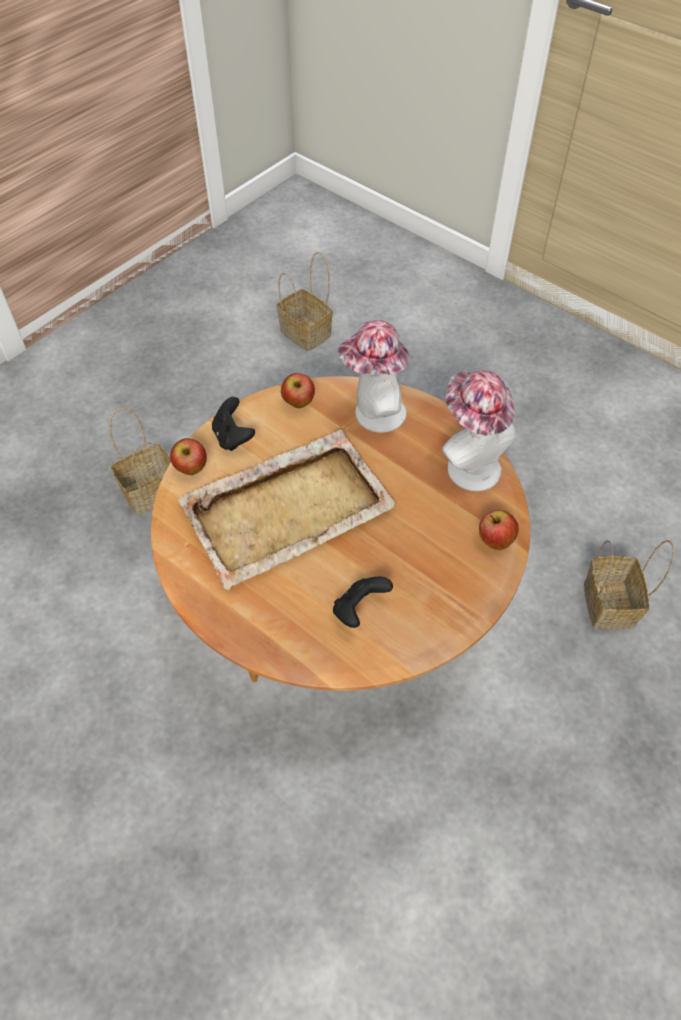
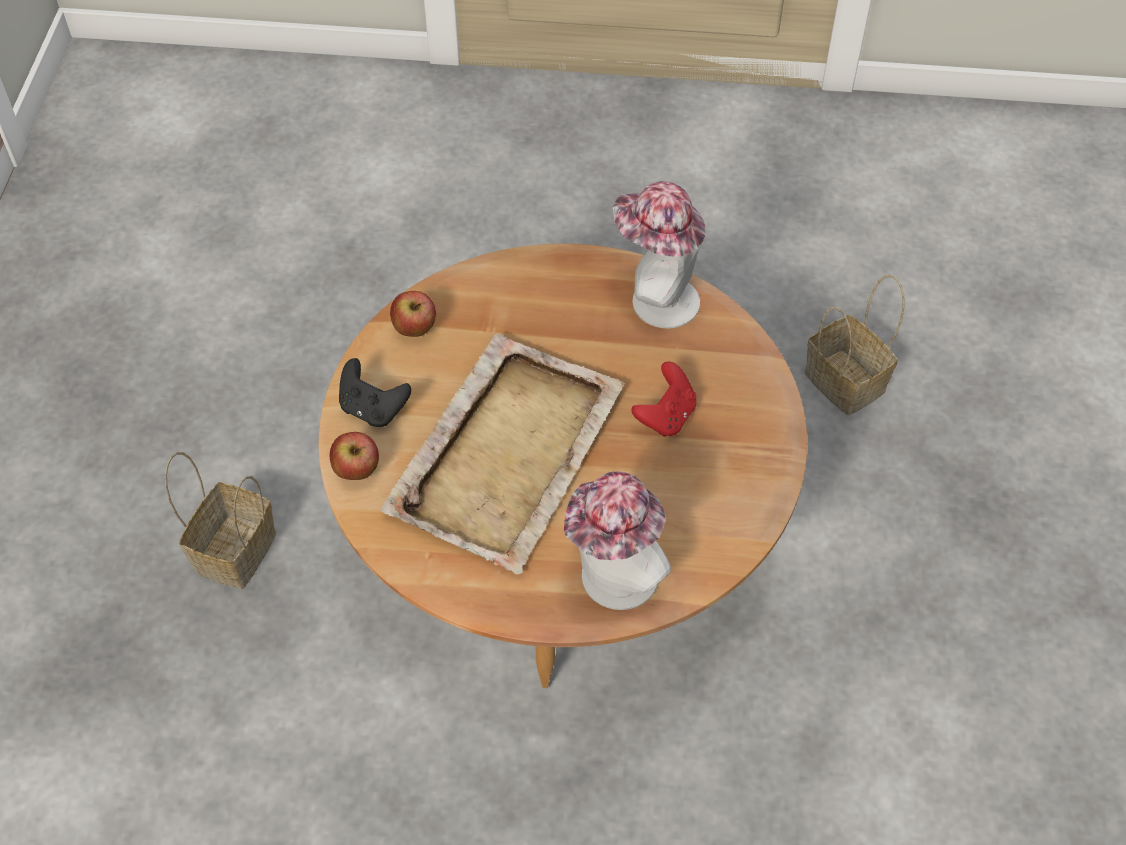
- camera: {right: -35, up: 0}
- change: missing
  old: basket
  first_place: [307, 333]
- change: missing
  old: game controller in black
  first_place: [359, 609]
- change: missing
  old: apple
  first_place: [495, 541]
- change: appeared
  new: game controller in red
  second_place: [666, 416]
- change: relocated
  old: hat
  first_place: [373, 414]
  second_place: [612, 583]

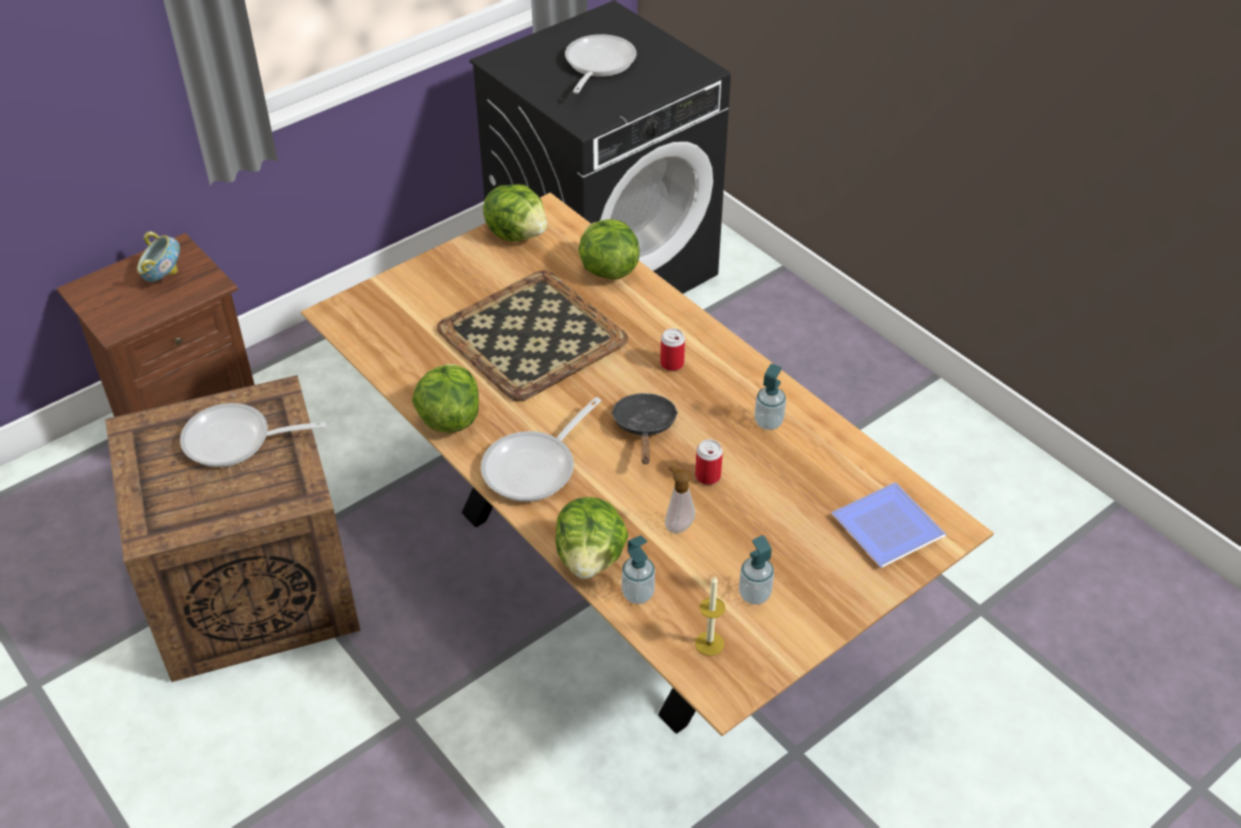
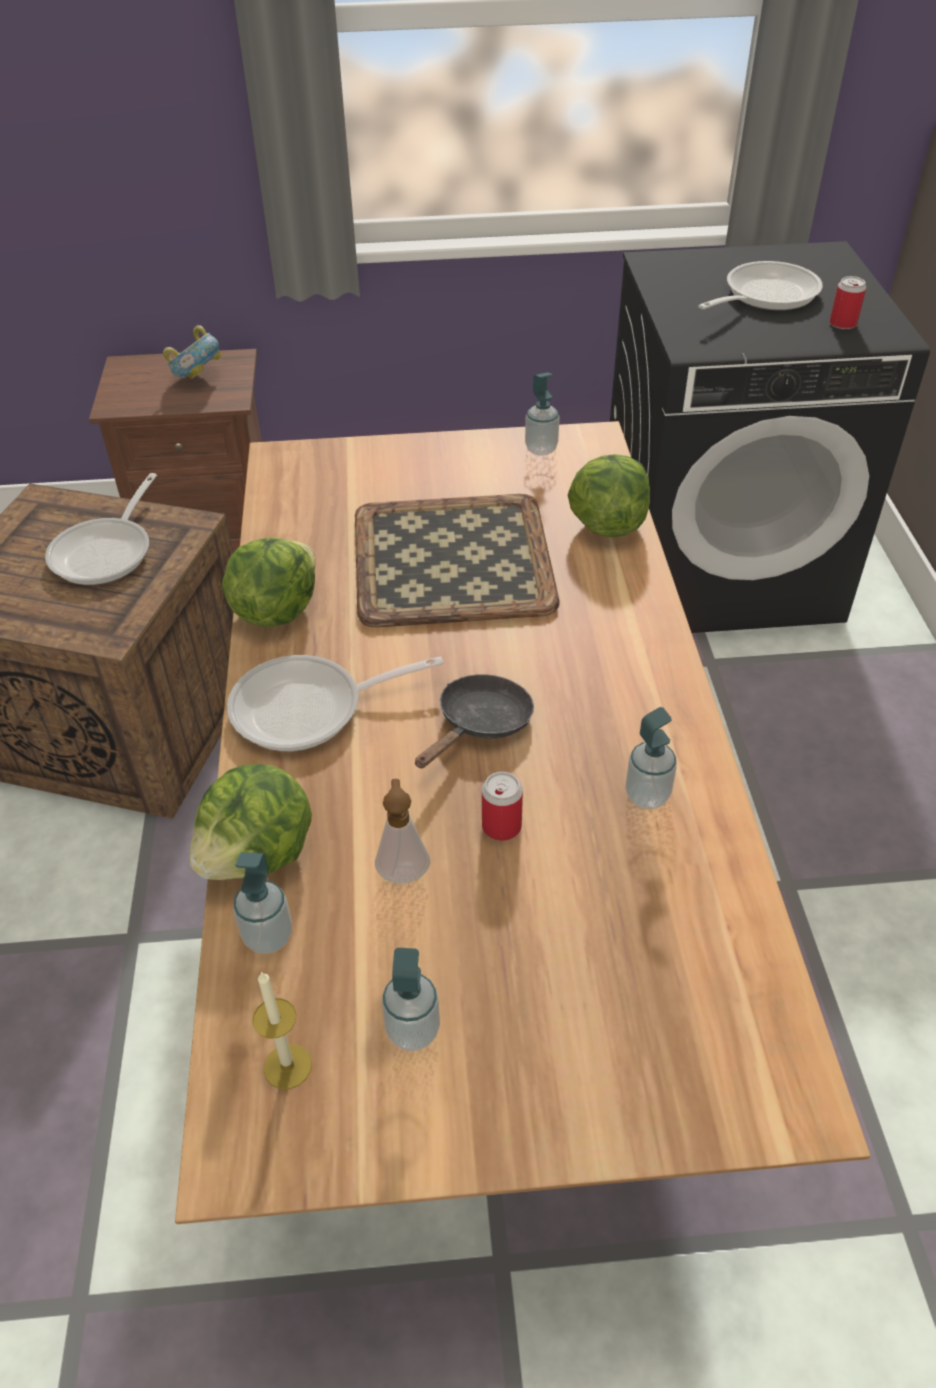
- camera: {right: 35, up: 0}
- change: missing
  old: plate
  first_place: [888, 524]
- change: relocated
  old: can
  first_place: [672, 364]
  second_place: [842, 324]
- change: exchanged
  old: lettuce
  new: soap dispenser
  first_place: [517, 233]
  second_place: [541, 449]
- change: spun
  old: frying pan
  first_place: [235, 441]
  second_place: [107, 552]
  degrees: -105

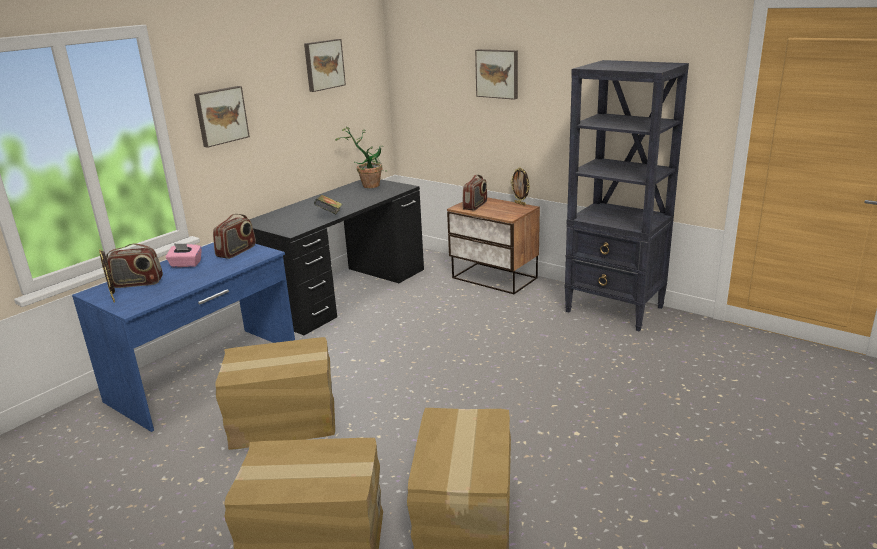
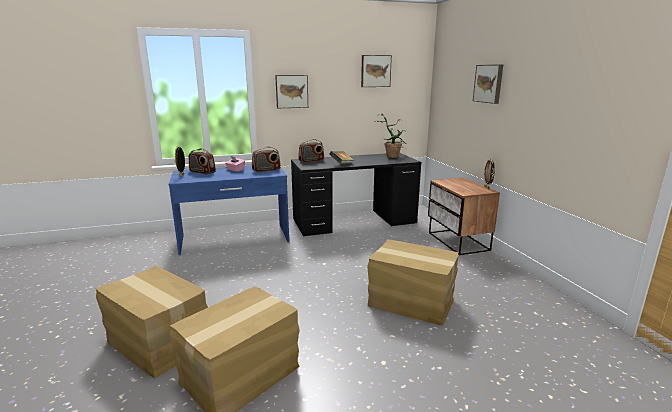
- camera: {right: 35, up: -5}
- change: missing
  old: bookcase in black
  first_place: [615, 310]
- change: relocated
  old: cardboard box
  first_place: [283, 421]
  second_place: [410, 302]
- change: relocated
  old: radio
  first_place: [475, 206]
  second_place: [311, 161]

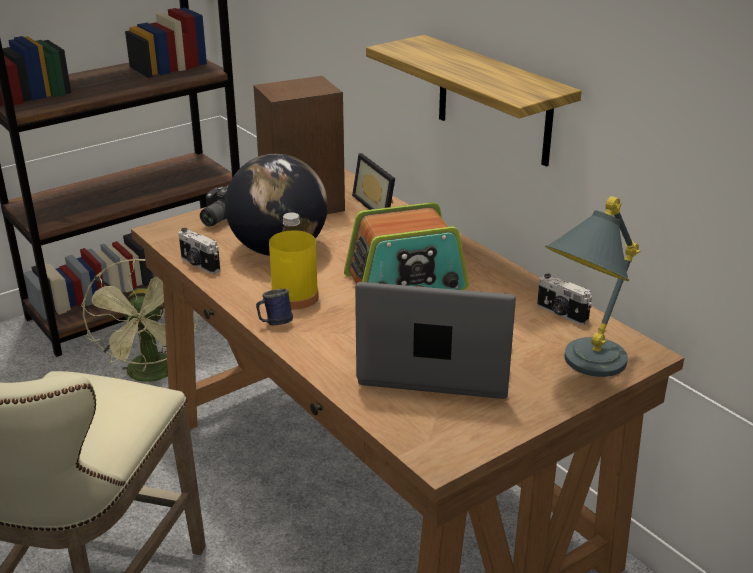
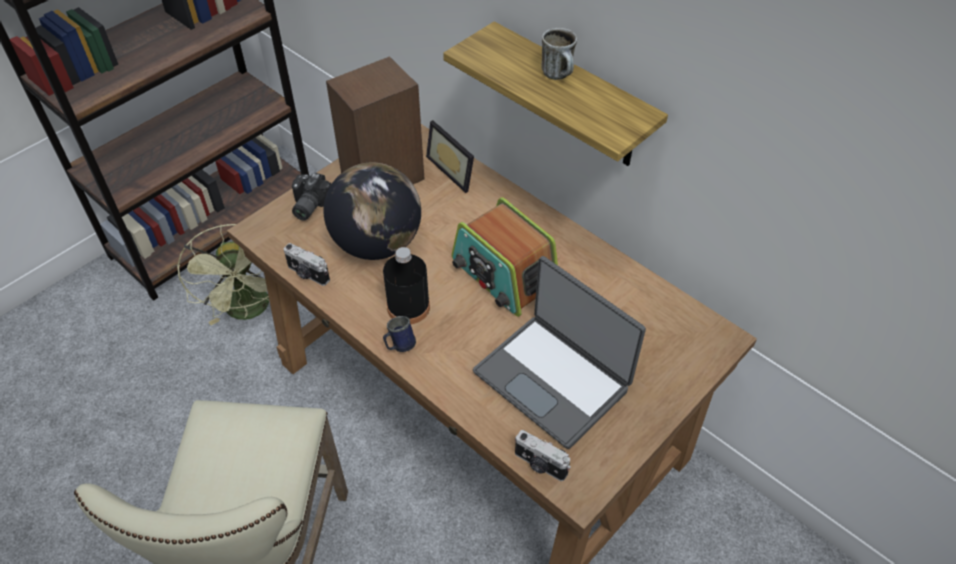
- camera: {right: -10, up: 20}
- change: missing
  old: table lamp in grey
  first_place: [581, 368]
- change: appeared
  new: mug
  second_place: [560, 76]
- change: relocated
  old: photo camera
  first_place: [561, 314]
  second_place: [540, 465]
- change: colour
  old: bottle in yellow
  new: bottle in black
  first_place: [295, 297]
  second_place: [408, 307]
- change: spun
  old: radio
  first_place: [406, 283]
  second_place: [503, 274]
  degrees: 75
- change: spun
  old: laptop
  first_place: [436, 365]
  second_place: [553, 379]
  degrees: -135

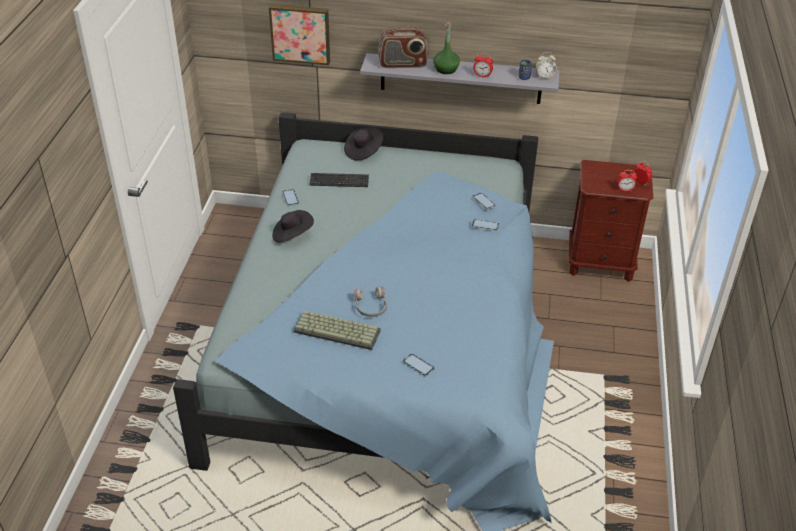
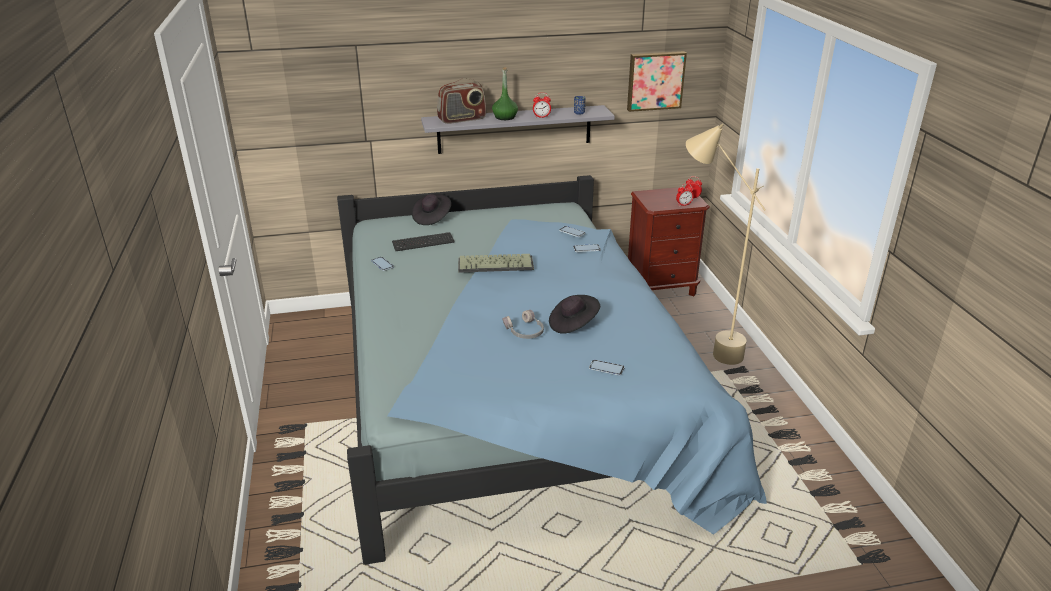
- camera: {right: -20, up: -10}
- change: missing
  old: alarm clock
  first_place: [544, 76]
- change: appeared
  new: floor lamp in beige
  second_place: [704, 347]
- change: relocated
  old: picture
  first_place: [300, 33]
  second_place: [655, 80]
- change: relocated
  old: hat in black
  first_place: [292, 235]
  second_place: [573, 324]
- change: relocated
  old: keyboard
  first_place: [338, 330]
  second_place: [496, 264]

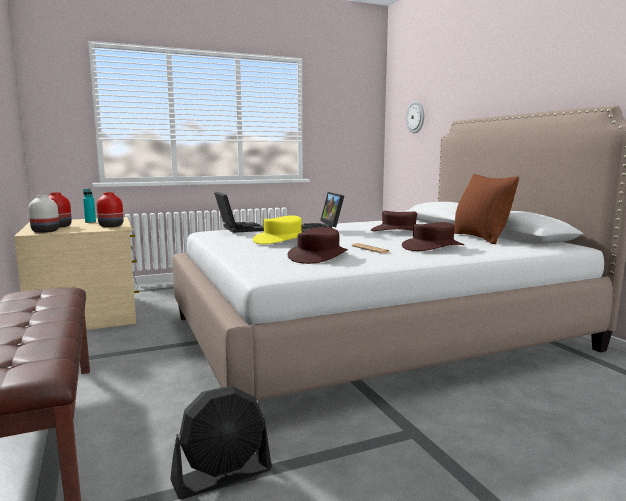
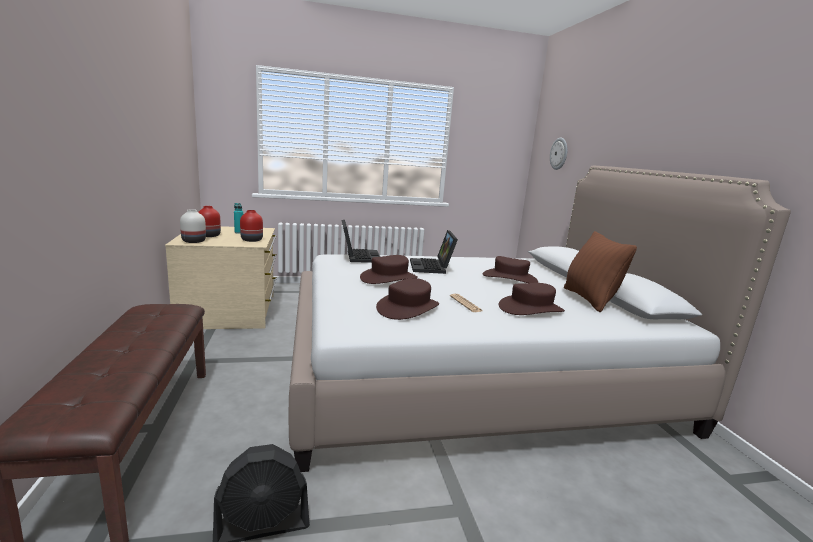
- camera: {right: 10, up: 5}
- change: colour
  old: hat in yellow
  new: hat in brown
  first_place: [282, 239]
  second_place: [389, 278]

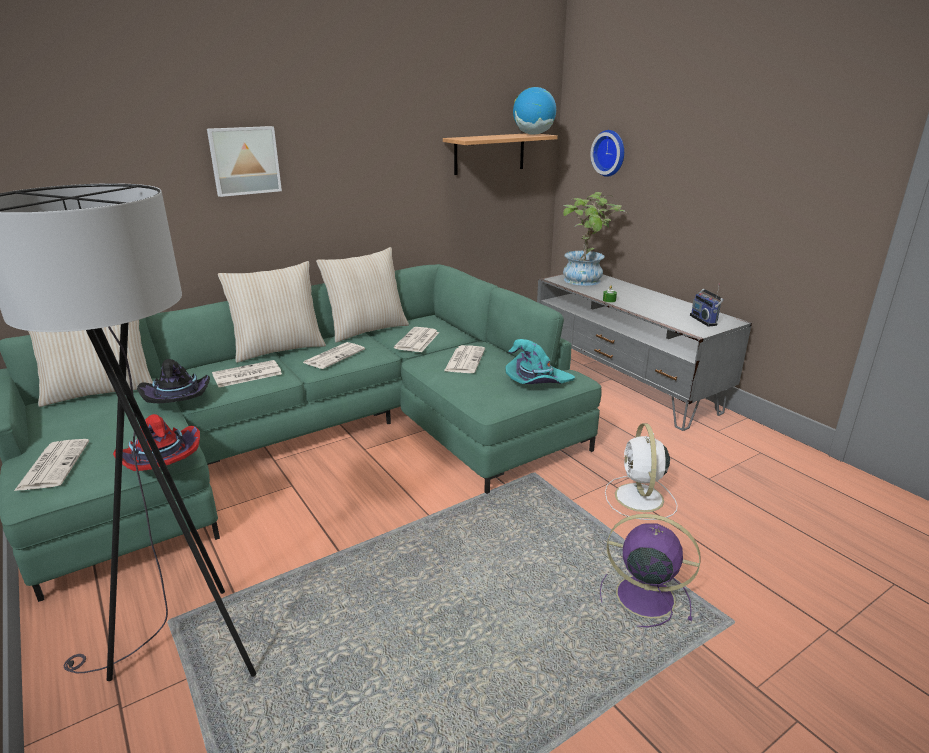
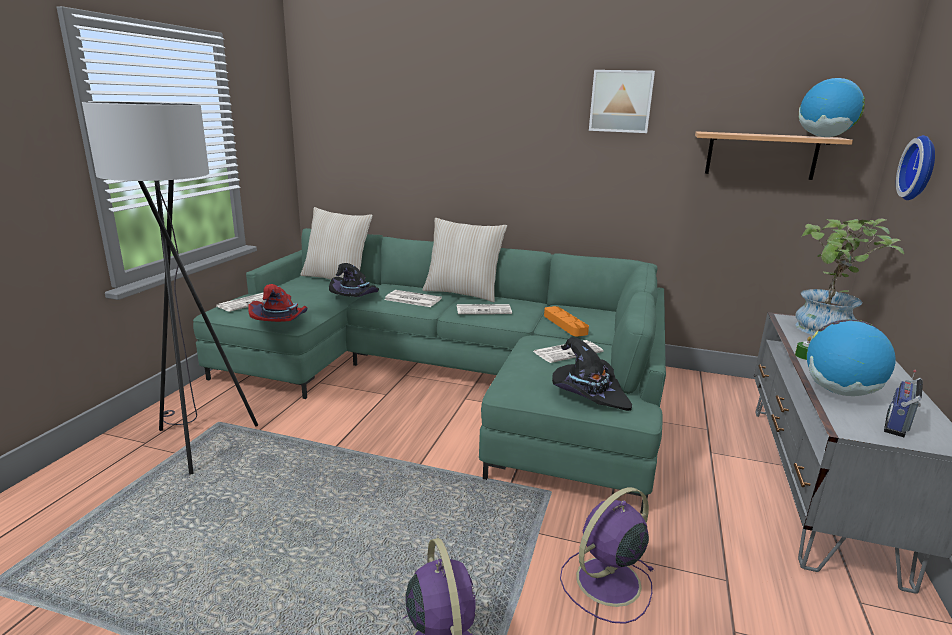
- camera: {right: 50, up: -5}
- change: missing
  old: pillow in beige
  first_place: [366, 330]
- change: appeared
  new: globe
  second_place: [840, 392]
- change: relocated
  old: picture
  first_place: [244, 160]
  second_place: [621, 101]
- change: exchanged
  old: newspaper
  new: tray in orange
  first_place: [417, 341]
  second_place: [565, 324]
- change: colour
  old: hat in turquoise
  new: hat in black
  first_place: [536, 381]
  second_place: [588, 394]
- change: colour
  old: fan in white
  new: fan in purple
  first_place: [639, 499]
  second_place: [606, 582]

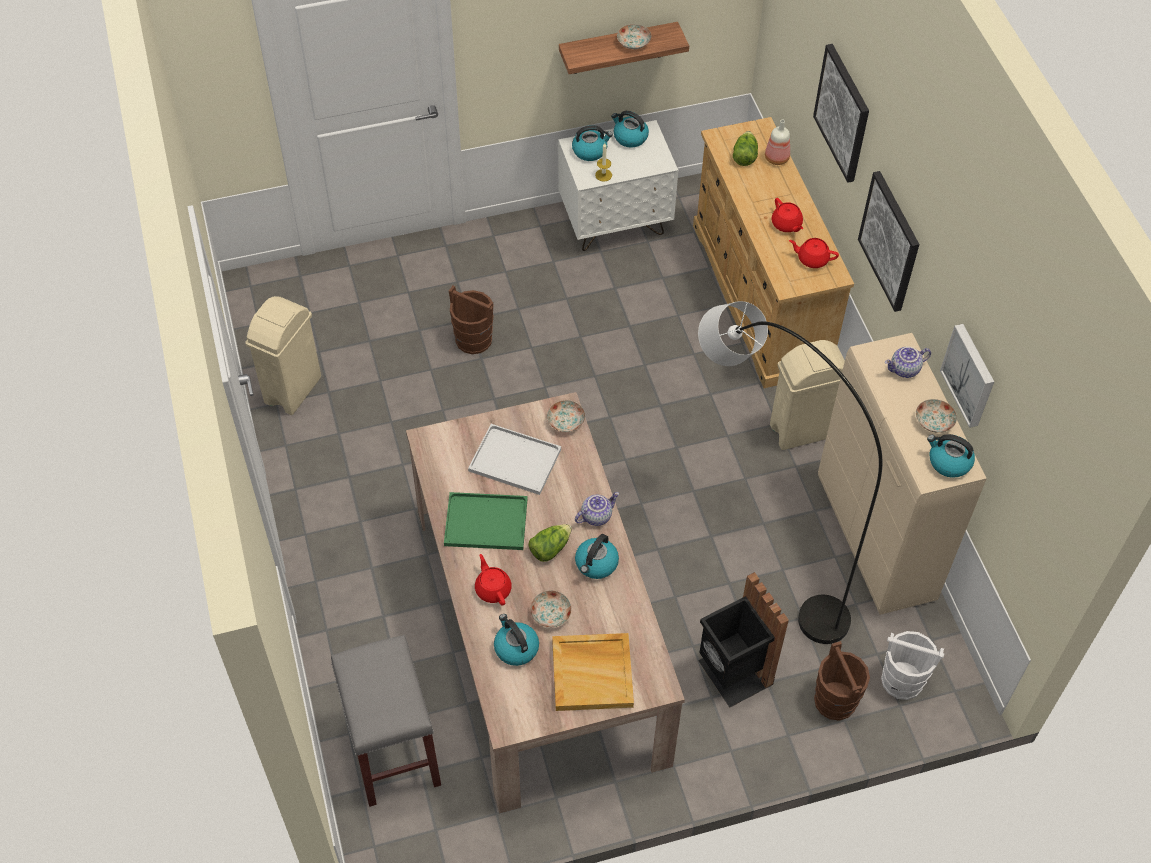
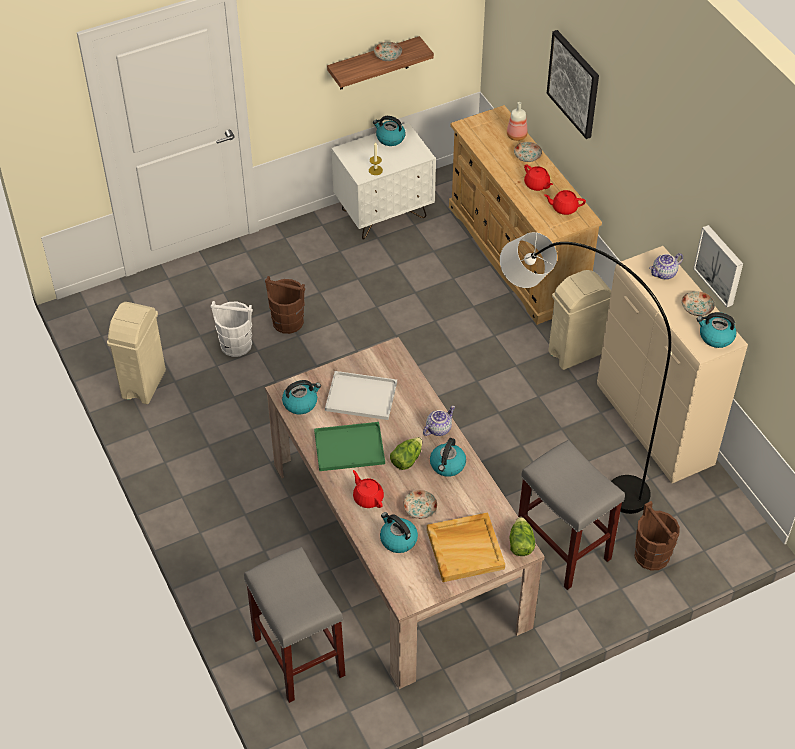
- camera: {right: -10, up: -5}
- change: missing
  old: picture
  first_place: [890, 241]
- change: relocated
  old: plate
  first_place: [566, 421]
  second_place: [527, 156]
- change: relocated
  old: kettle
  first_place: [590, 150]
  second_place: [300, 403]
- change: relocated
  old: lettuce
  first_place: [744, 156]
  second_place: [520, 543]
- change: relocated
  old: bucket in white
  first_place: [901, 680]
  second_place: [235, 344]
- change: exchanged
  old: trash can in black
  new: stool in grey
  first_place: [732, 674]
  second_place: [564, 549]

